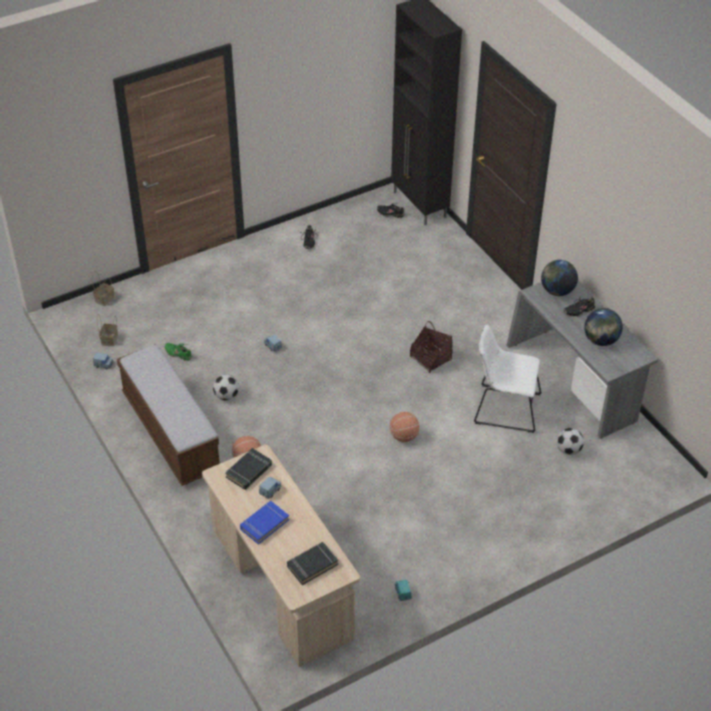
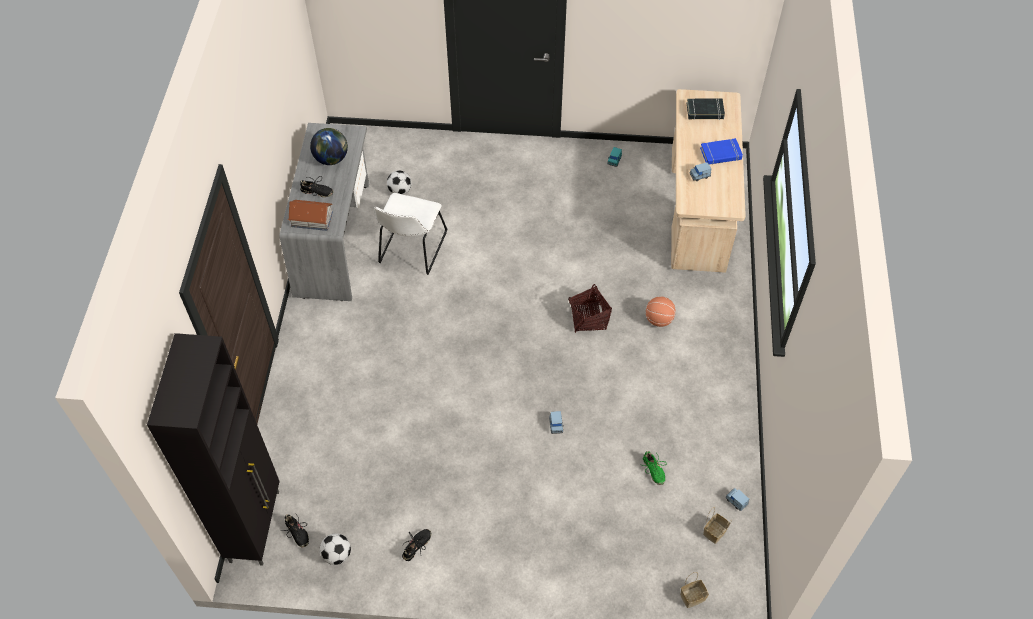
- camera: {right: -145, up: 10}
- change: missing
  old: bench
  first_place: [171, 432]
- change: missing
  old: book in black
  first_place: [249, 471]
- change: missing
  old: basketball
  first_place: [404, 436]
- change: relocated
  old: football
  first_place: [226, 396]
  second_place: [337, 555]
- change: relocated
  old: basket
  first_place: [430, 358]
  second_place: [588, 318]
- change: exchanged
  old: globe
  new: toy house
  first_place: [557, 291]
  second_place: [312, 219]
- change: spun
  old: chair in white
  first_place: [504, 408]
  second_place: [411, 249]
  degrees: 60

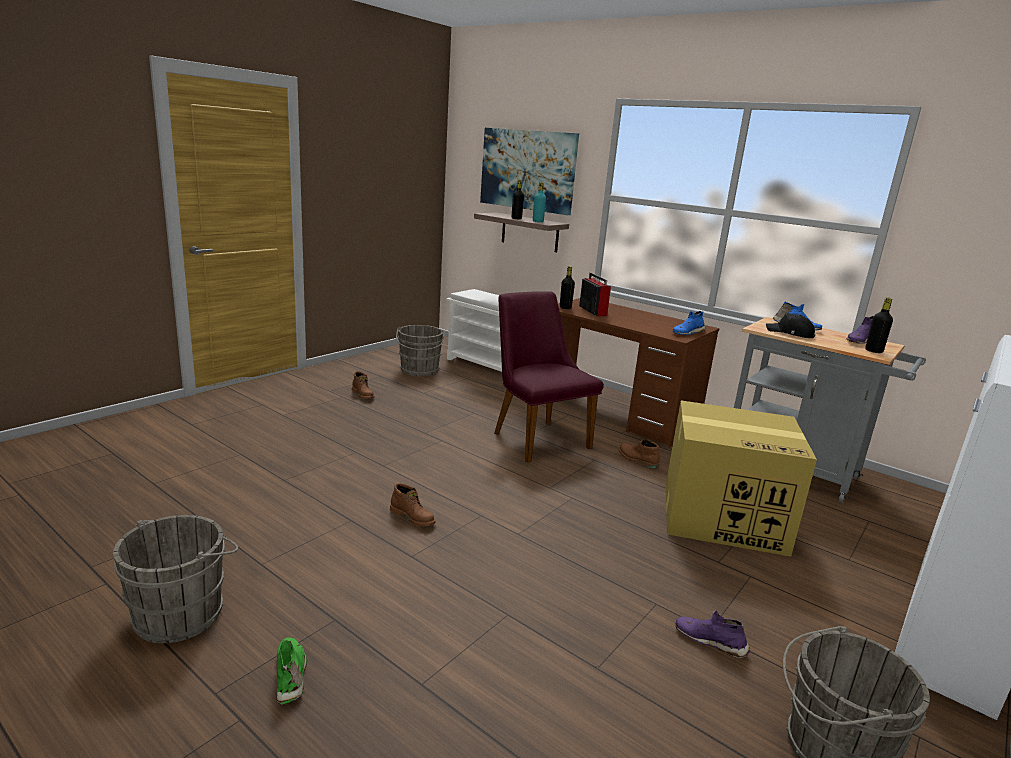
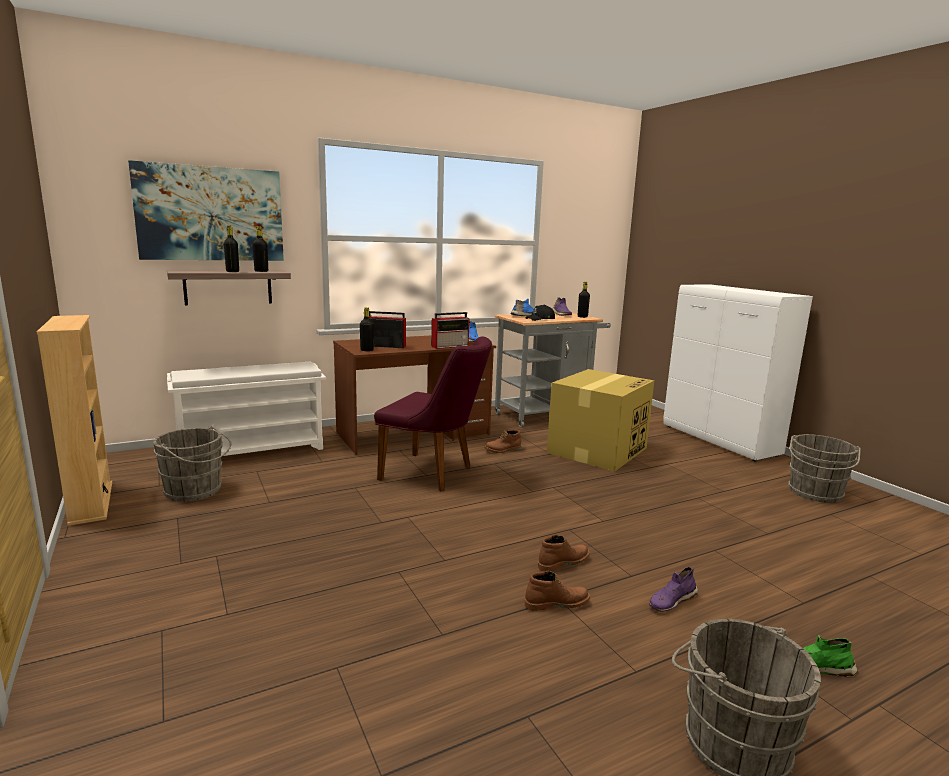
- camera: {right: -65, up: -5}
- change: appeared
  new: bookcase in beige
  second_place: [91, 502]
- change: appeared
  new: radio
  second_place: [450, 346]
- change: relocated
  old: boot in brown
  first_place: [363, 395]
  second_place: [556, 603]
- change: relocated
  old: shoe in purple
  first_place: [710, 641]
  second_place: [671, 601]
- change: colour
  old: bottle in turquoise
  new: bottle in black
  first_place: [538, 221]
  second_place: [261, 271]
- change: spun
  old: chair in purple
  first_place: [535, 437]
  second_place: [434, 474]
  degrees: -150

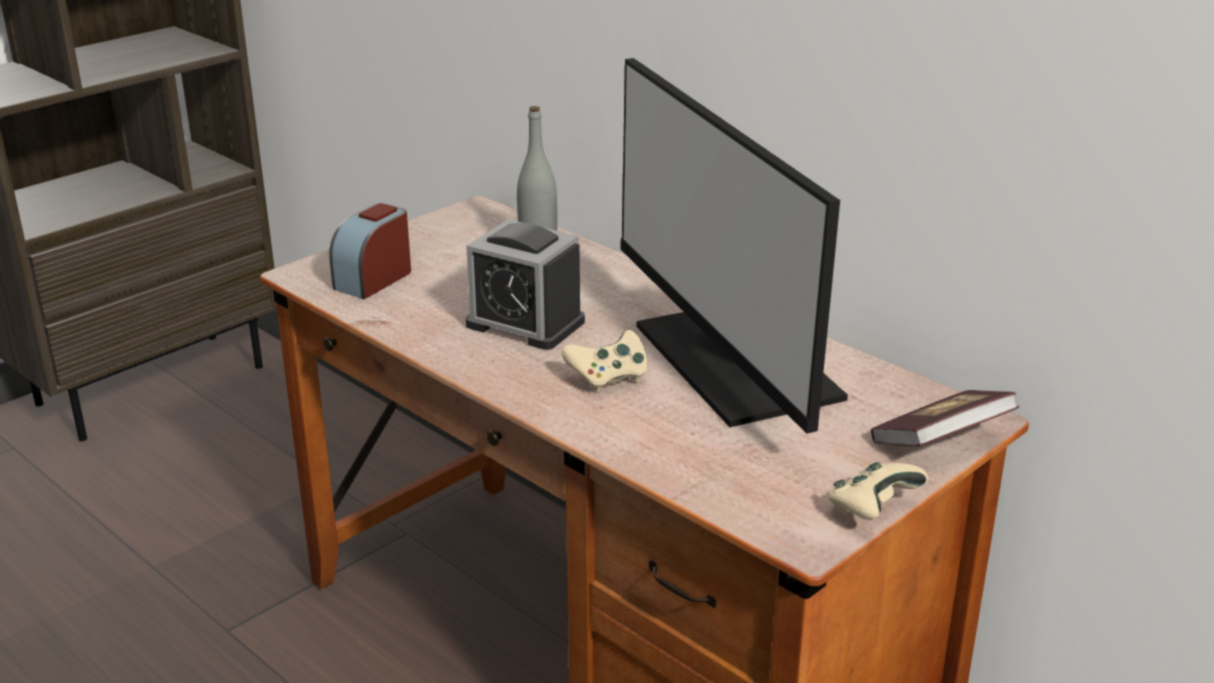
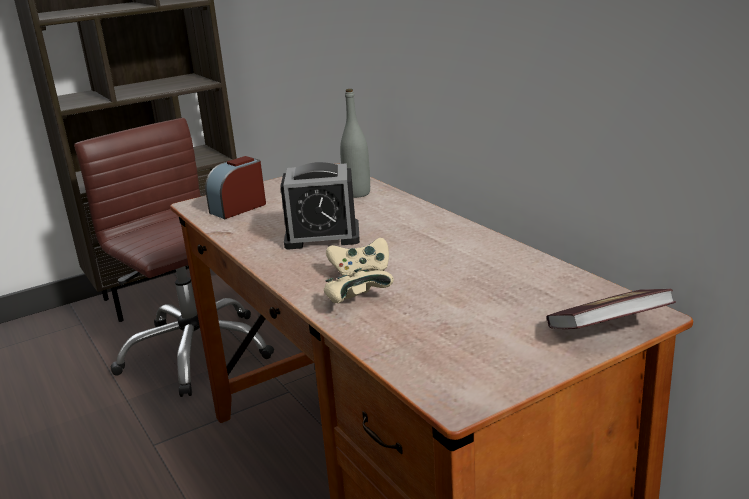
- camera: {right: 15, up: -5}
- change: missing
  old: monitor
  first_place: [732, 362]
- change: appeared
  new: office chair in brown
  second_place: [195, 352]
- change: relocated
  old: game controller in beige
  first_place: [872, 510]
  second_place: [356, 302]
- change: spun
  old: alarm clock
  first_place: [525, 323]
  second_place: [322, 236]
  degrees: -45

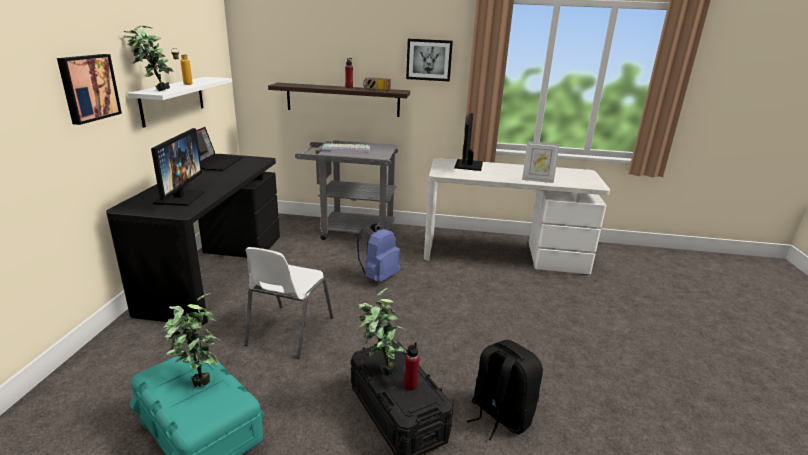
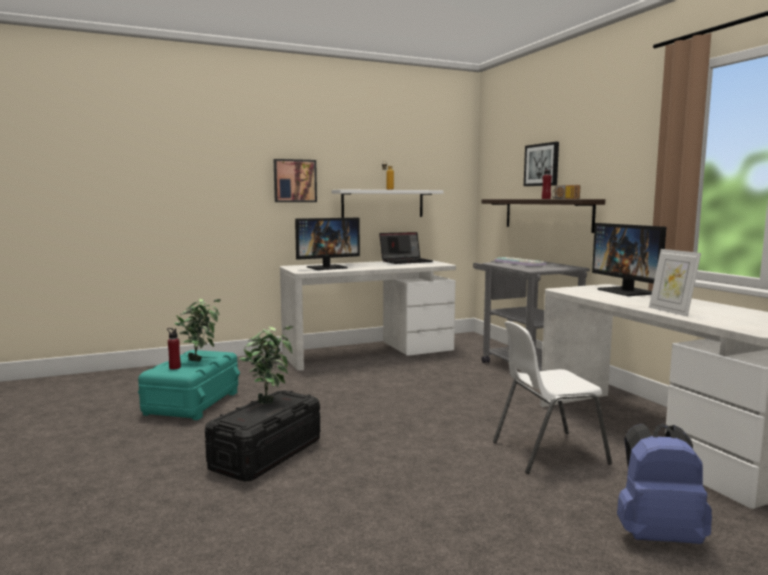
- camera: {right: 60, up: -15}
- change: missing
  old: potted plant
  first_place: [155, 91]
- change: missing
  old: backpack in black
  first_place: [499, 415]
- change: relocated
  old: chair in white
  first_place: [288, 331]
  second_place: [547, 452]
- change: relocated
  old: backpack in blue
  first_place: [378, 277]
  second_place: [657, 535]
- change: relocated
  old: bottle in red
  first_place: [410, 385]
  second_place: [175, 367]
- change: relocated
  old: picture
  first_place: [429, 60]
  second_place: [542, 165]
- change: colour
  old: desk in black
  new: desk in white
  first_place: [216, 271]
  second_place: [368, 352]
- change: spun
  old: monitor
  first_place: [469, 165]
  second_place: [627, 291]
  degrees: -90

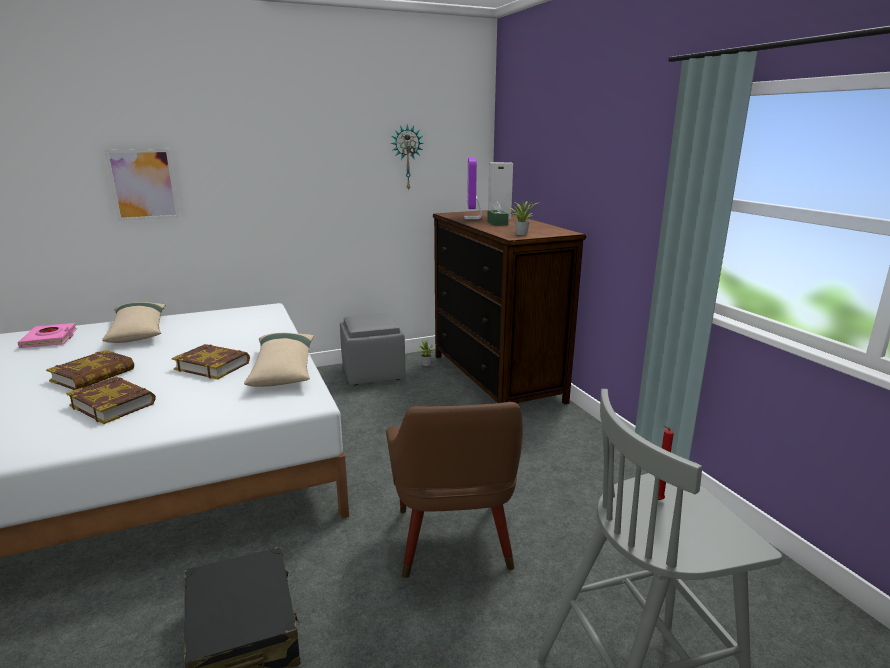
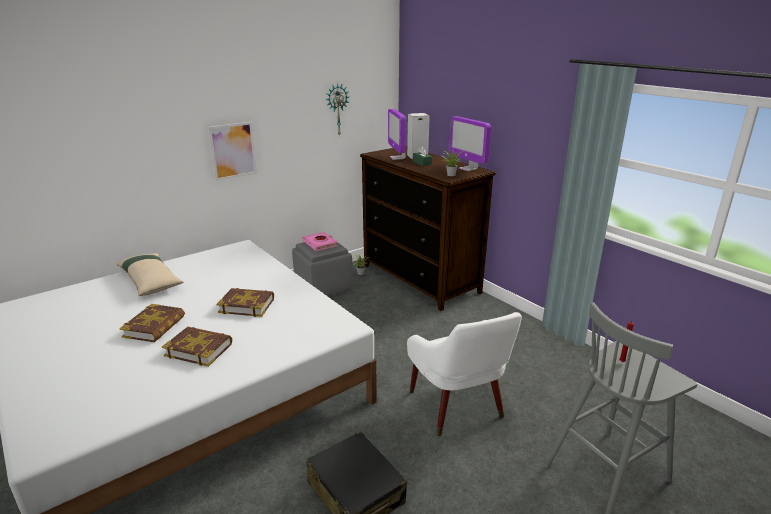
- camera: {right: -15, up: 5}
- change: missing
  old: pillow in beige
  first_place: [283, 368]
- change: appeared
  new: monitor
  second_place: [468, 168]
- change: relocated
  old: book in pink
  first_place: [50, 339]
  second_place: [320, 244]
- change: relocated
  old: picture
  first_place: [143, 184]
  second_place: [233, 151]
- change: colour
  old: armchair in brown
  new: armchair in white
  first_place: [453, 545]
  second_place: [458, 409]

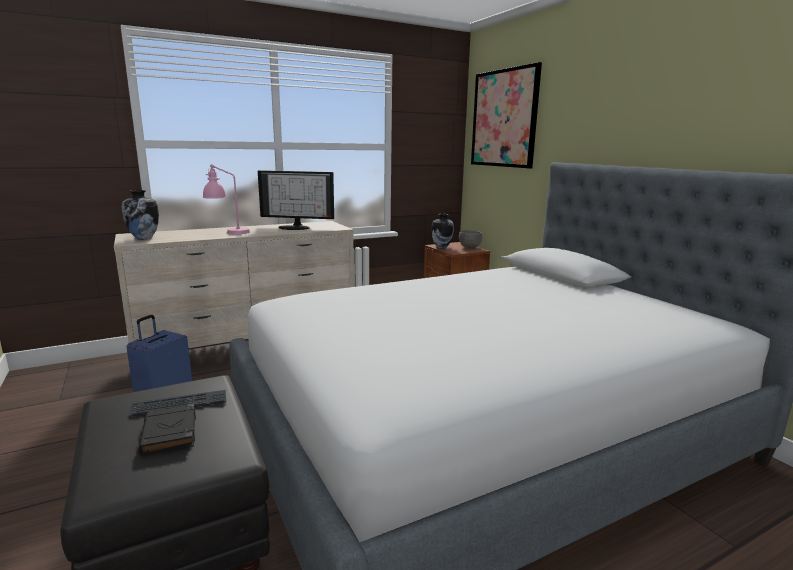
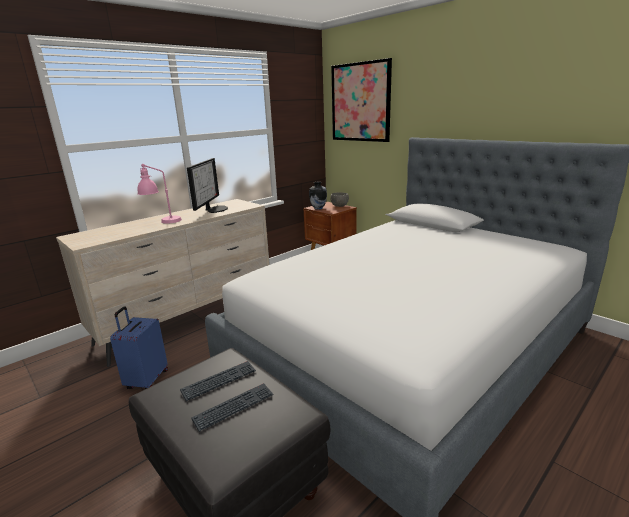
- camera: {right: -15, up: 5}
- change: missing
  old: vase
  first_place: [144, 238]
- change: exchanged
  old: book in black
  new: keyboard
  first_place: [170, 434]
  second_place: [234, 407]
- change: spun
  old: monitor
  first_place: [295, 227]
  second_place: [214, 209]
  degrees: -75

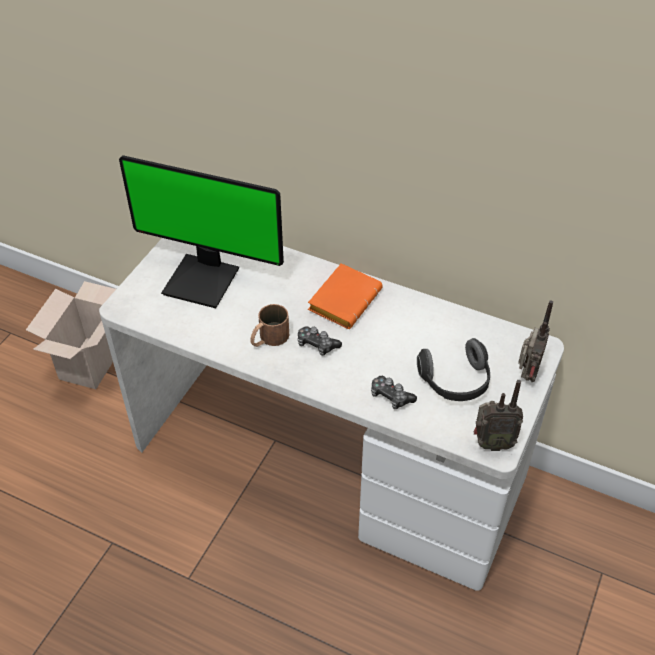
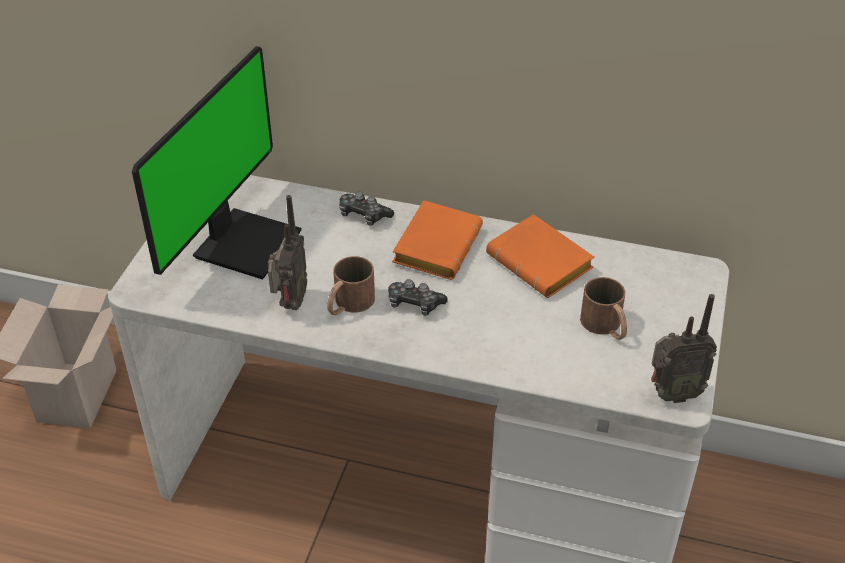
- camera: {right: -10, up: -5}
- change: appeared
  new: book in orange
  second_place: [543, 263]
- change: relocated
  old: game controller
  first_place: [390, 396]
  second_place: [363, 215]
- change: relocated
  old: radio
  first_place: [526, 375]
  second_place: [290, 304]
- change: exchanged
  old: headphones
  new: mug in brown
  first_place: [455, 382]
  second_place: [606, 327]
- change: spun
  old: monitor
  first_place: [204, 279]
  second_place: [244, 243]
  degrees: -75

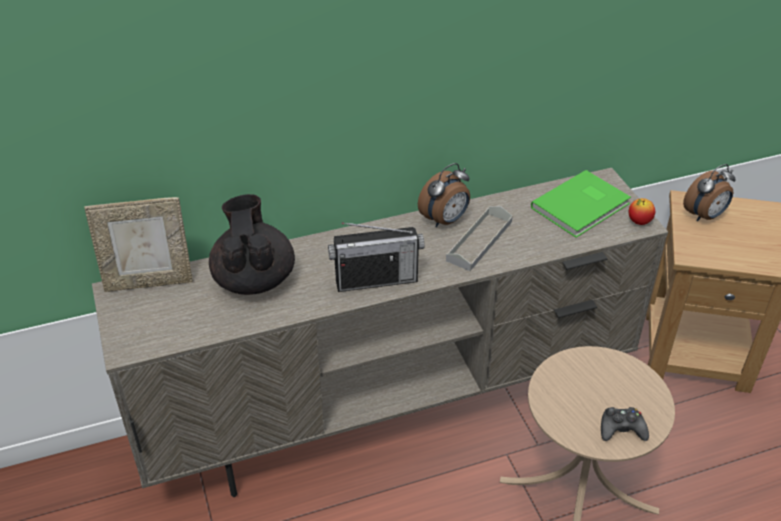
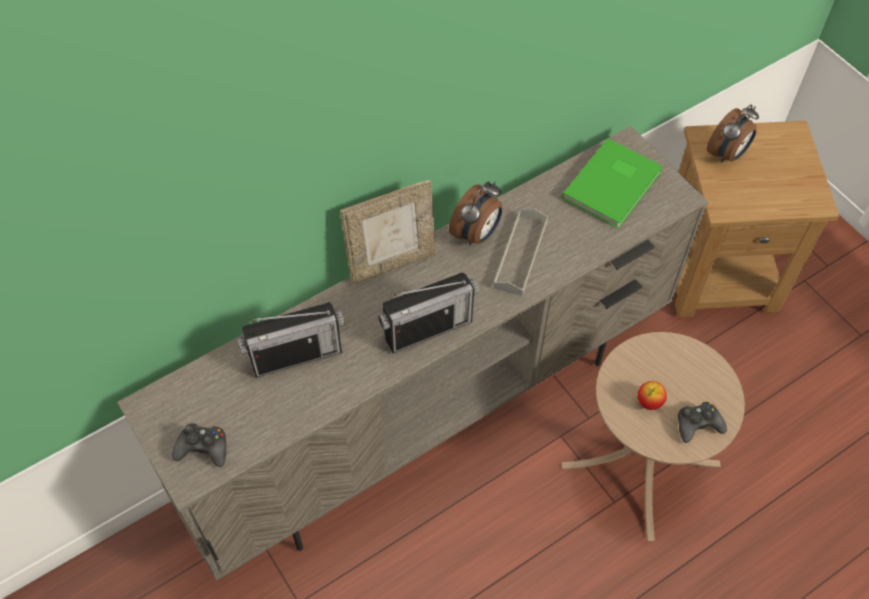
- camera: {right: -15, up: 15}
- change: appeared
  new: game controller in black
  second_place: [203, 448]
- change: relocated
  old: picture frame
  first_place: [149, 282]
  second_place: [392, 263]
- change: relocated
  old: apple
  first_place: [639, 222]
  second_place: [649, 402]
- change: exchanged
  old: teapot in black
  new: radio
  first_place: [254, 278]
  second_place: [296, 355]

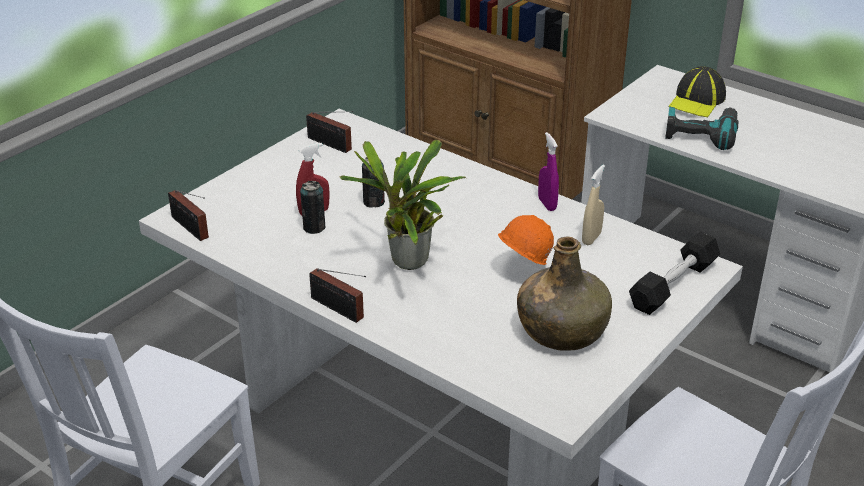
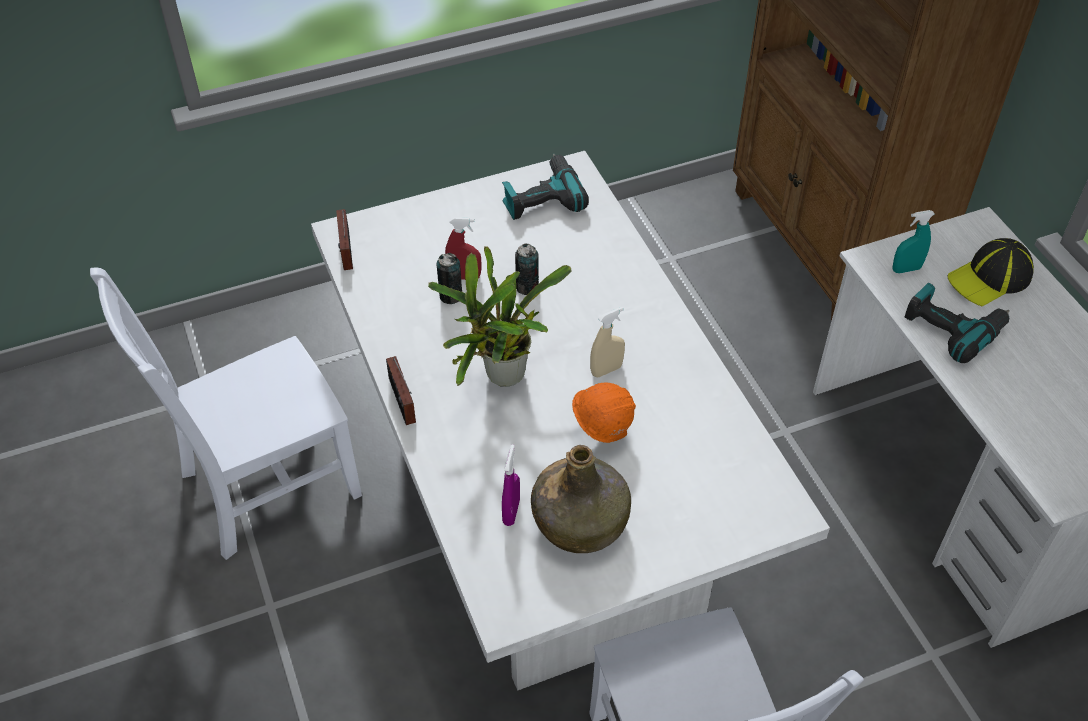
- camera: {right: 30, up: 15}
- change: missing
  old: dumbbell in black
  first_place: [673, 285]
- change: appeared
  new: spray bottle in turquoise
  second_place: [906, 269]
- change: relocated
  old: spray bottle in purple
  first_place: [547, 204]
  second_place: [511, 512]
- change: relocated
  old: spray bottle in beige
  first_place: [591, 238]
  second_place: [606, 370]
- change: exchanged
  old: radio
  new: power drill
  first_place: [331, 145]
  second_place: [541, 197]

